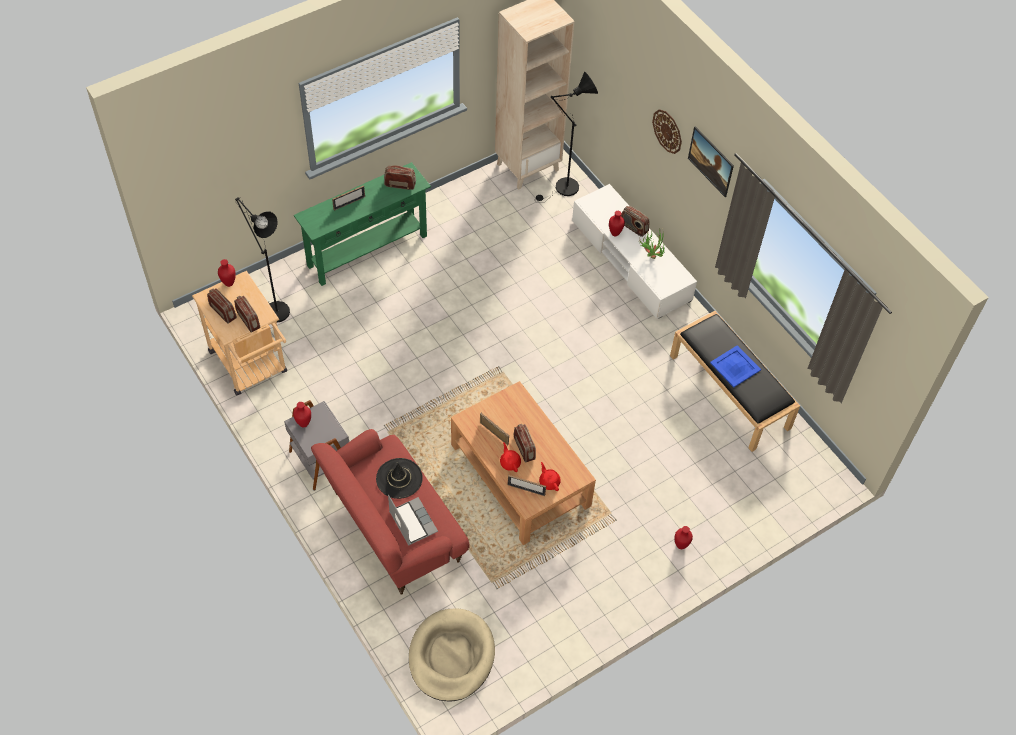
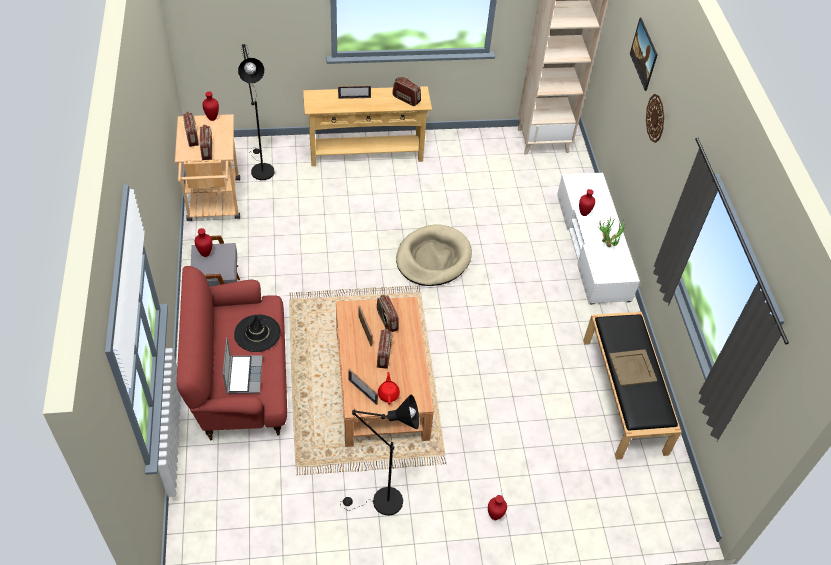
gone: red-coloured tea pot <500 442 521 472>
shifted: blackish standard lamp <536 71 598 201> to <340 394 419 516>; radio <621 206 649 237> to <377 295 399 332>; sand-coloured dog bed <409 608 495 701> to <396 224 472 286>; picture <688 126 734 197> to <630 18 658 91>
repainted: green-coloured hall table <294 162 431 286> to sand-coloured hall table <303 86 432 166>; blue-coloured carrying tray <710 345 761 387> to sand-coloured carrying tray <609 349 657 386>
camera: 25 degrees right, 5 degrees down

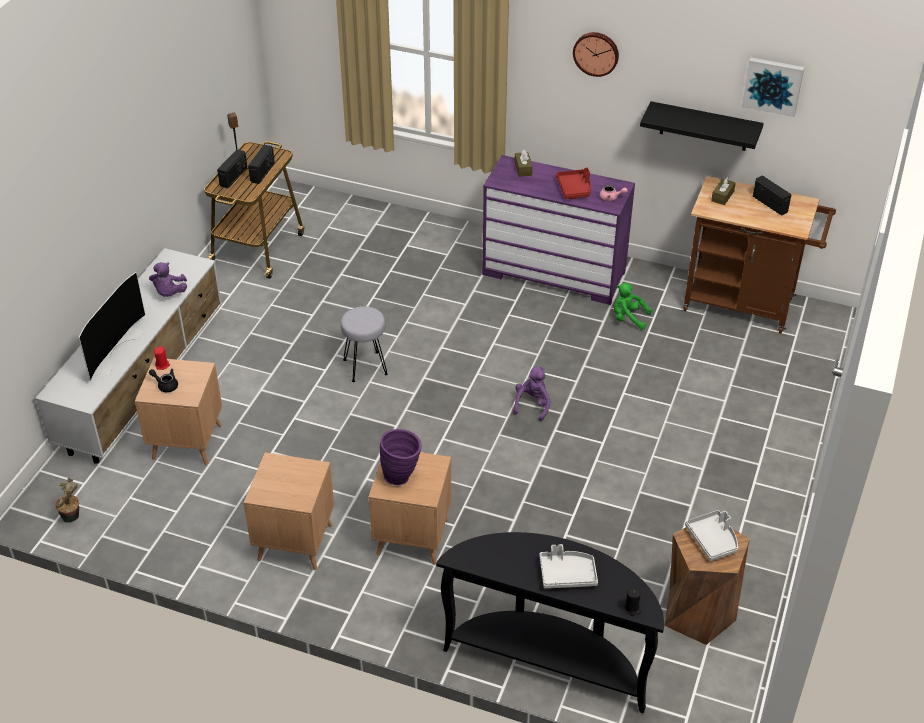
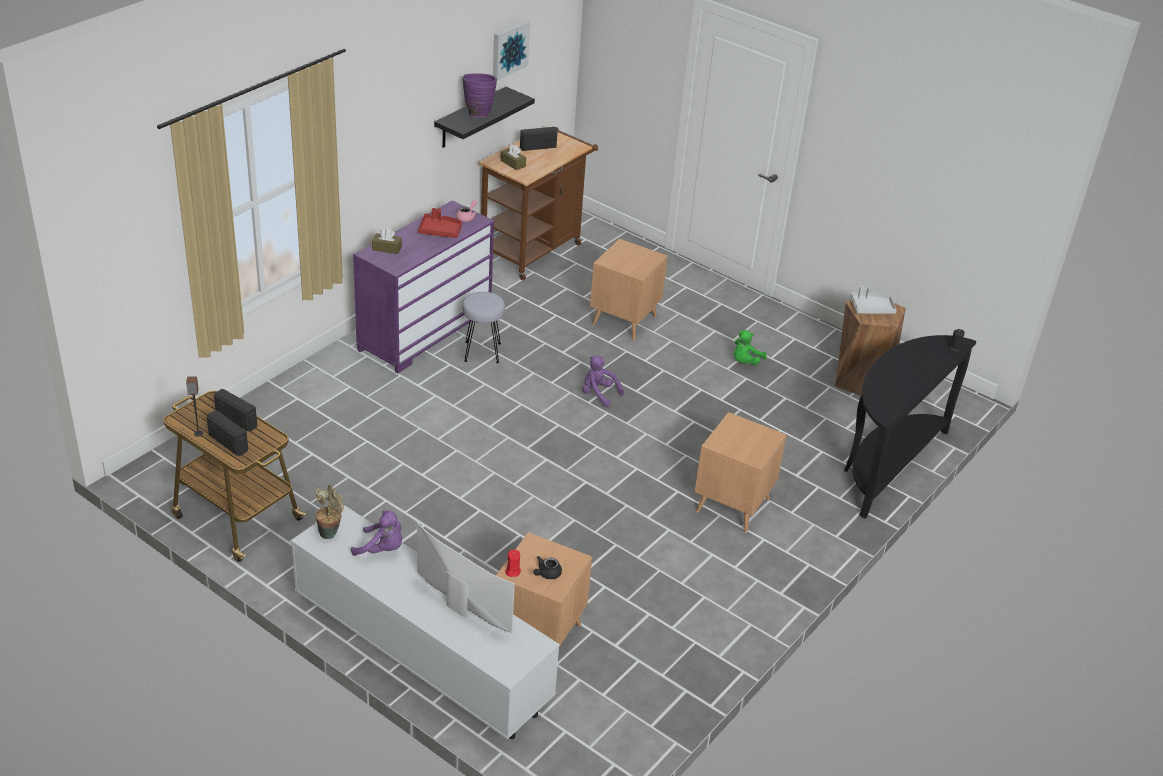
gone: gray carrying tray <540 544 598 588>; hanging clock <573 32 619 77>
shifted: plant in a pot <55 478 79 523> to <315 485 344 539>; gray sitting stool <341 306 388 382> to <462 292 505 363>; purplish vase <380 429 422 485> to <463 73 497 118>; brown side table <244 452 334 571> to <590 239 668 341>; green-coloured plush toy <614 283 652 330> to <734 330 767 365>
camera: 75 degrees left, 5 degrees down

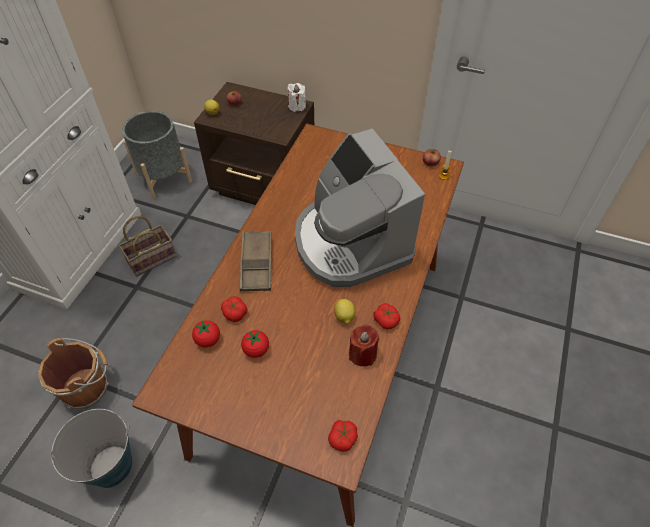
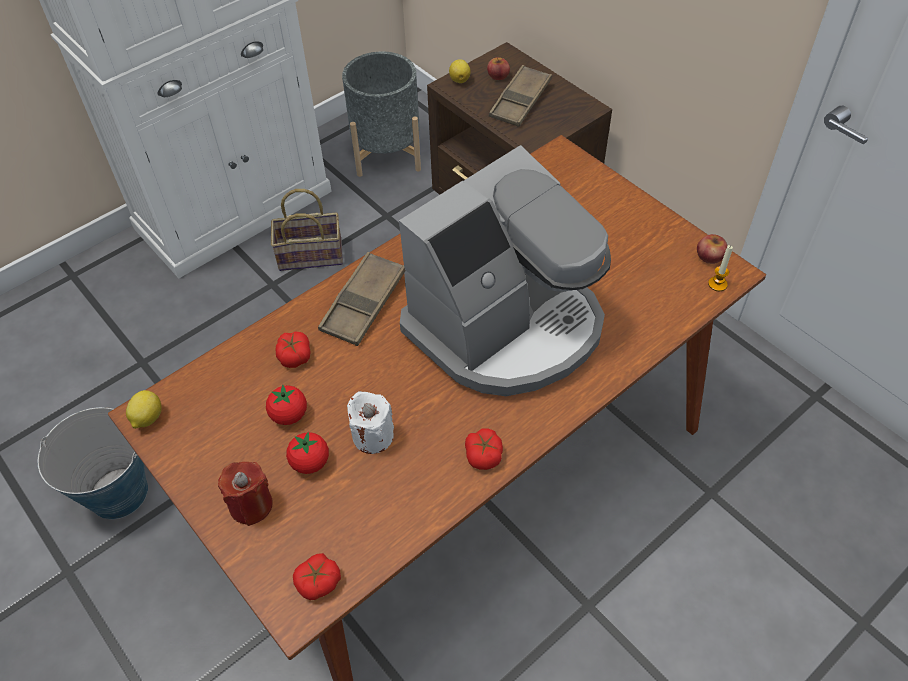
gone: brown bucket <38 338 109 409>
new: brown carrying tray <489 65 552 127>
shifted: lemon <334 299 355 324> to <126 390 162 429>; red-coloured candle <349 324 379 367> to <218 462 273 526>; tomato <192 320 220 347> to <286 432 329 474>; white-coloured candle <287 83 306 112> to <347 391 394 454>
rotated: coffee brewer <295 128 425 287> = <399 145 611 396> 135 degrees counterclockwise
camera: 30 degrees right, 0 degrees up

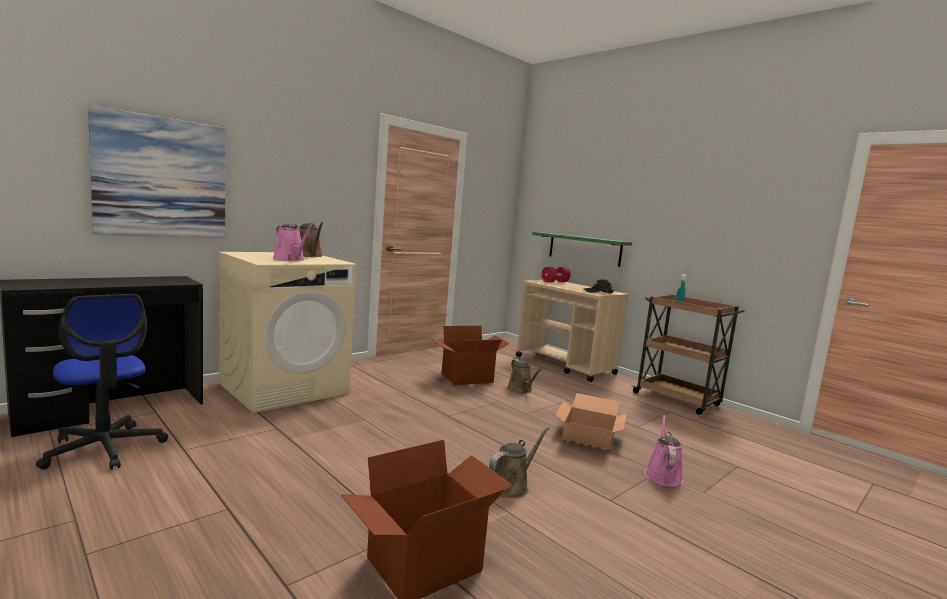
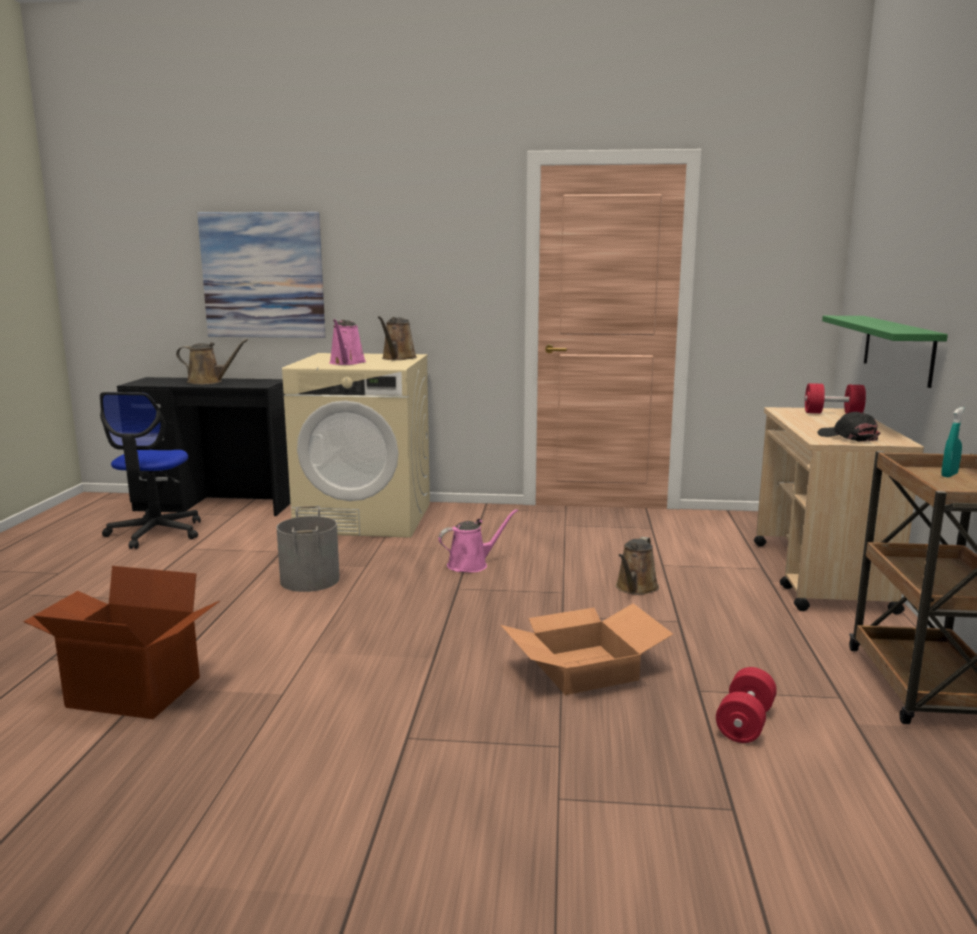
gone: carton <432 326 510 385>
new: gray bucket <277 506 340 592>; red-coloured hand weight <716 667 777 743>
shifted: brown watering pot <489 426 550 498> to <176 339 248 385>; pink watering pot <645 415 683 487> to <438 509 518 573>
camera: 50 degrees right, 5 degrees up

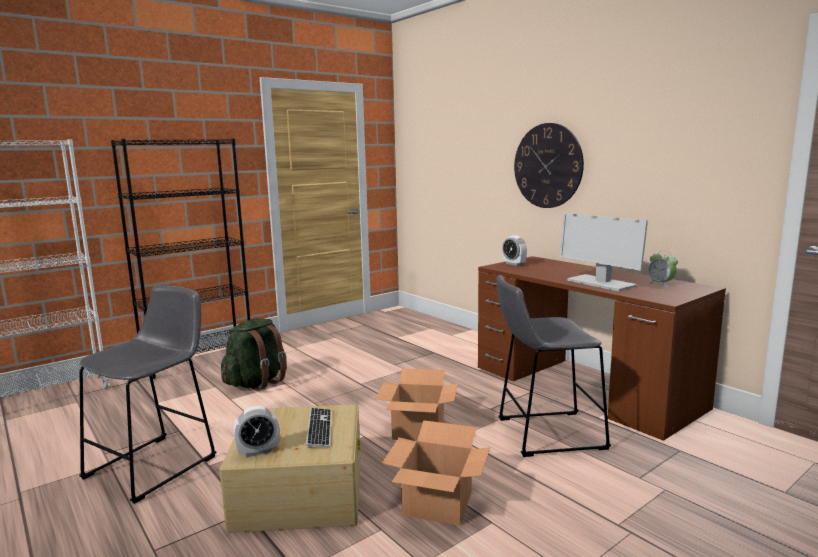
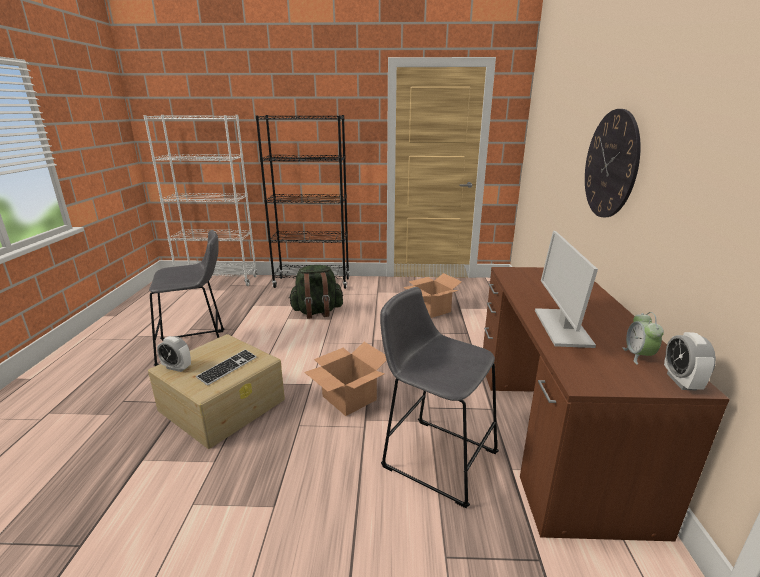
shifted: carton <382 420 490 526> to <403 273 462 318>; bedside clock <502 235 527 266> to <664 332 716 390>
camera: 40 degrees right, 10 degrees up

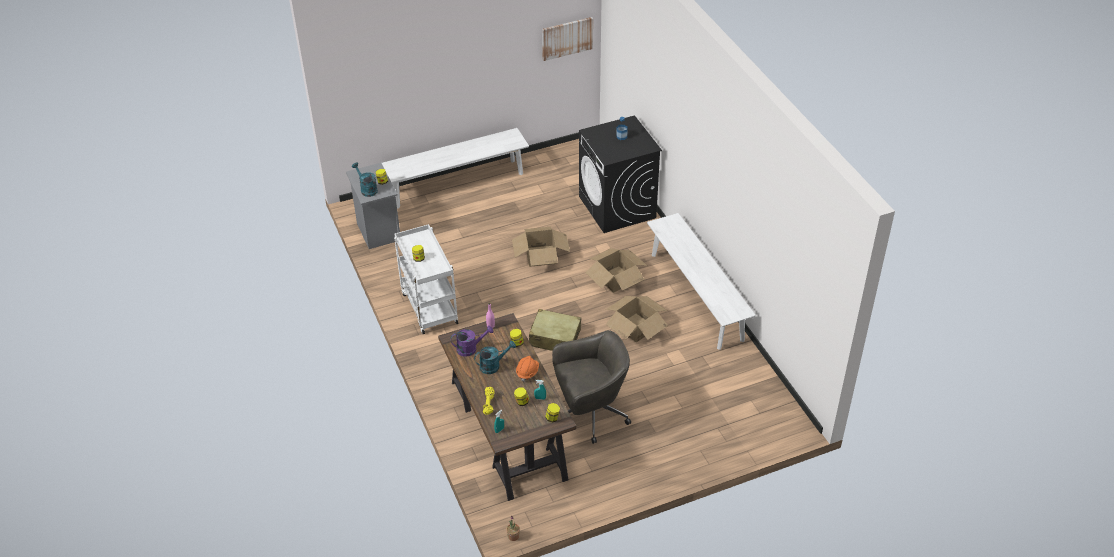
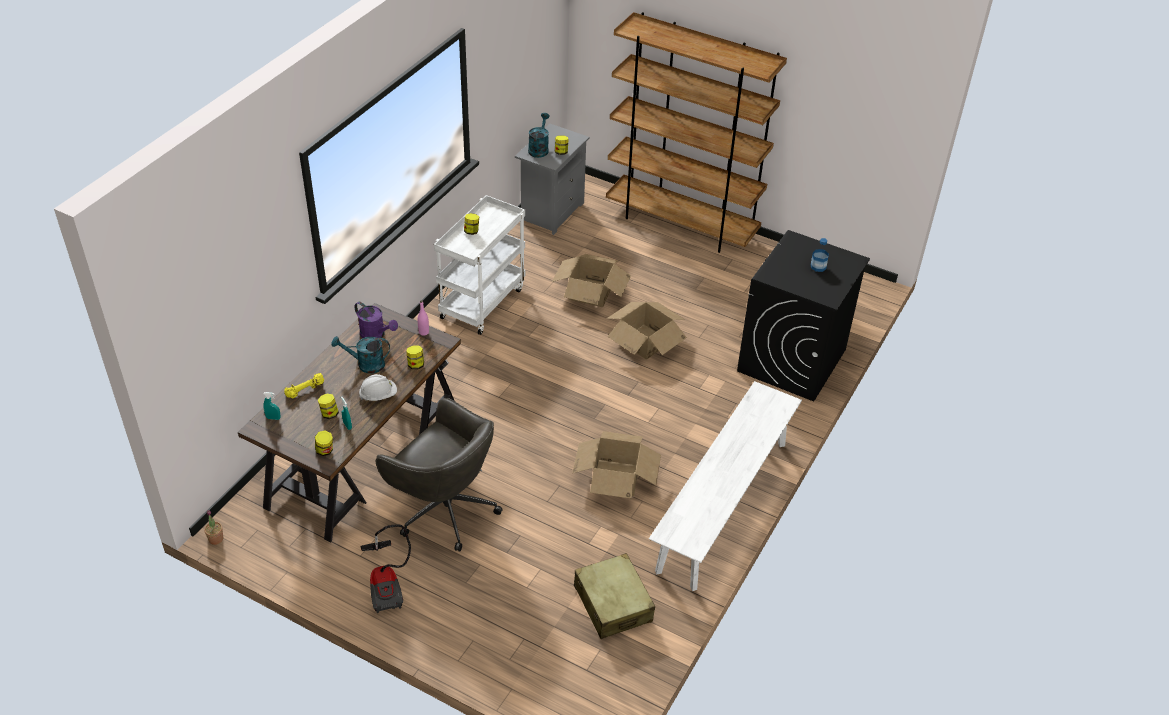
gone: picture <542 17 593 61>
new: hoover <361 524 411 613>
shifted: carton <586 248 647 293> to <552 254 631 307>; sand-coloured suitcase <529 309 581 351> to <574 553 655 639>
swapped: white-coloured bench <382 128 529 209> to brown bookshelf <606 12 787 253>
repainted: orange-coloured hard hat <516 356 539 382> to white-coloured hard hat <359 374 397 401>
rotated: turquoise-coloured watering pot <474 341 516 374> = <331 336 390 373> 150 degrees clockwise
camera: 50 degrees right, 0 degrees up

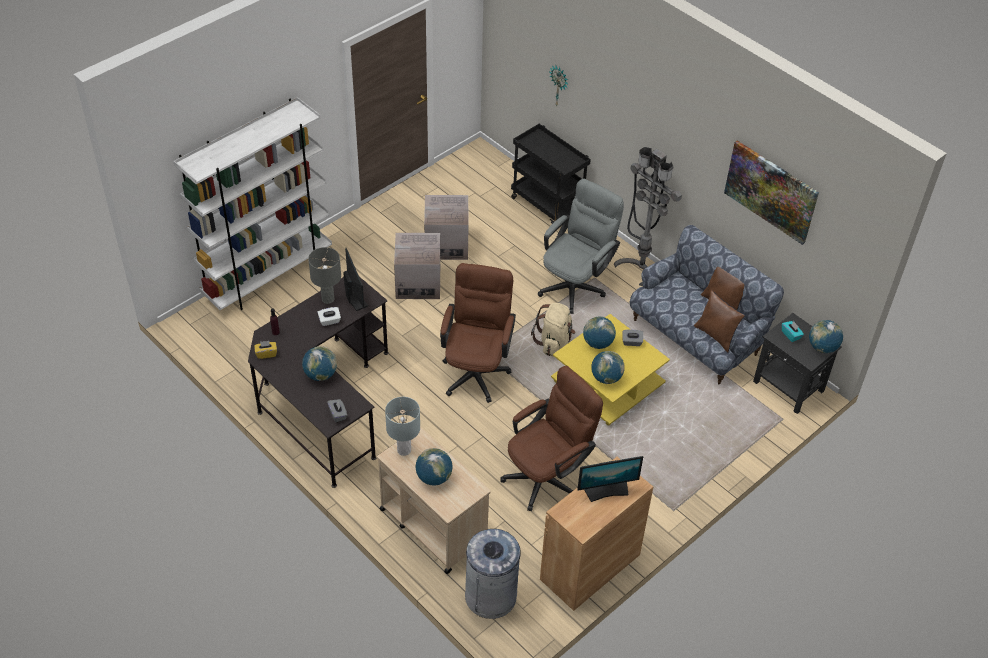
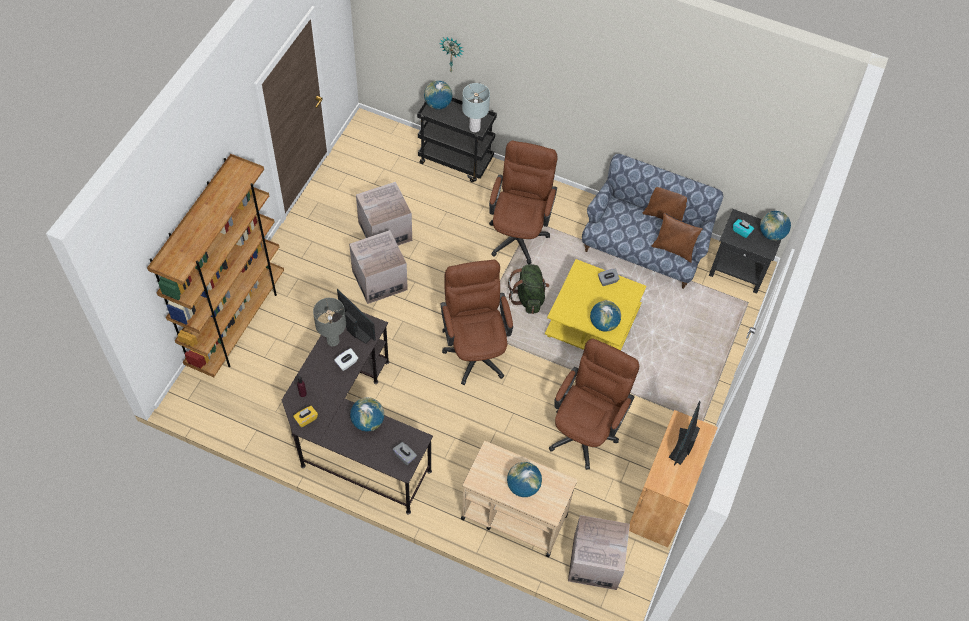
gone: gray standard lamp <614 147 682 286>; picture <724 140 819 245>
shifted: globe <583 316 616 349> to <424 81 452 109>; gray table lamp <385 397 420 456> to <462 83 490 132>
swapped: gray trash can <465 529 520 619> to carton <568 515 630 590>
repainted: white-coloured bookshelf <173 97 332 310> to brown bookshelf <147 154 284 377>; gray computer chair <538 179 624 314> to brown computer chair <489 141 557 264>; sand-coloured knapsack <531 303 575 357> to green-coloured knapsack <508 264 550 314>
rotated: monitor <577 456 643 502> = <669 401 700 465> 150 degrees clockwise
camera: 25 degrees left, 10 degrees up

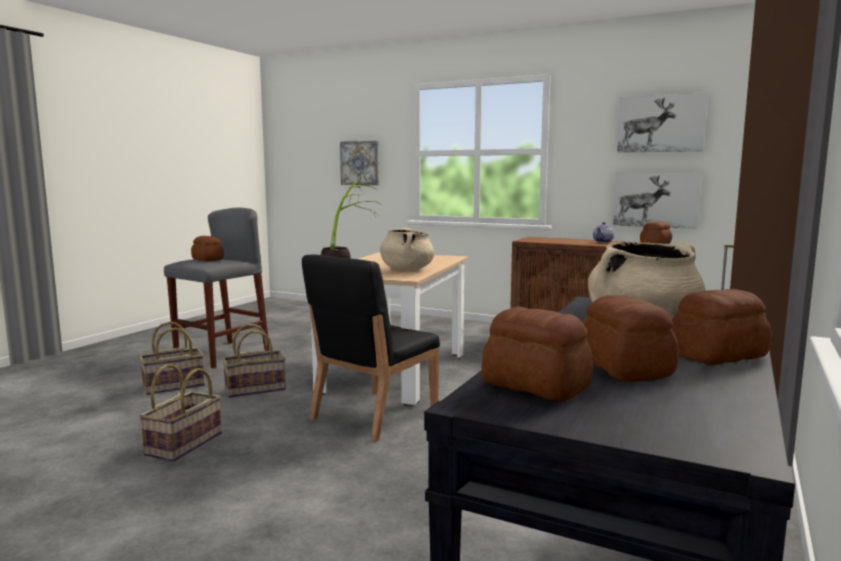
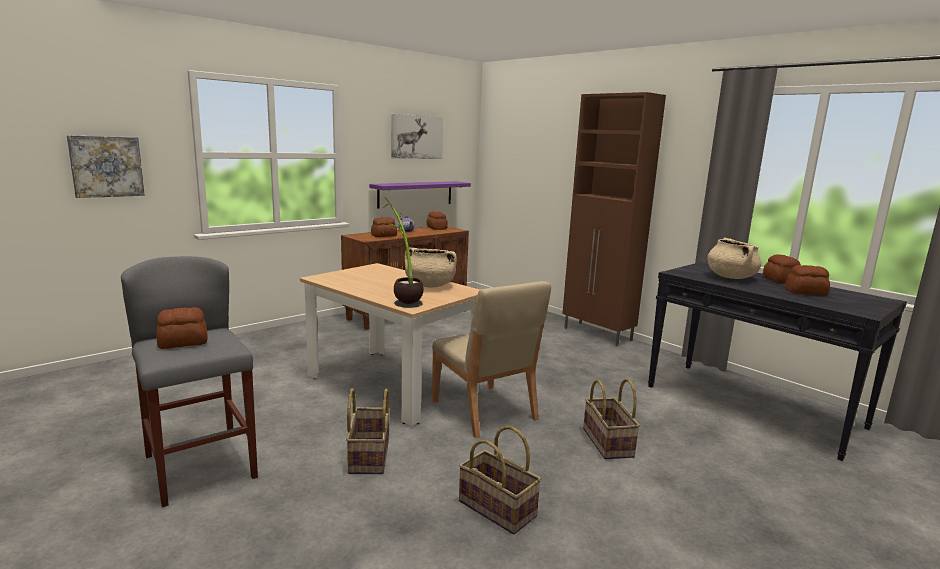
shifted: baked bread <481 307 593 401> to <371 217 397 237>; basket <139 321 205 395> to <583 379 640 459>
swapped: picture <613 172 702 229> to purplish shelf <369 181 471 209>
repainted: blackish plain chair <302 254 440 442> to sand-coloured plain chair <432 281 551 438>
camera: 70 degrees left, 5 degrees up

